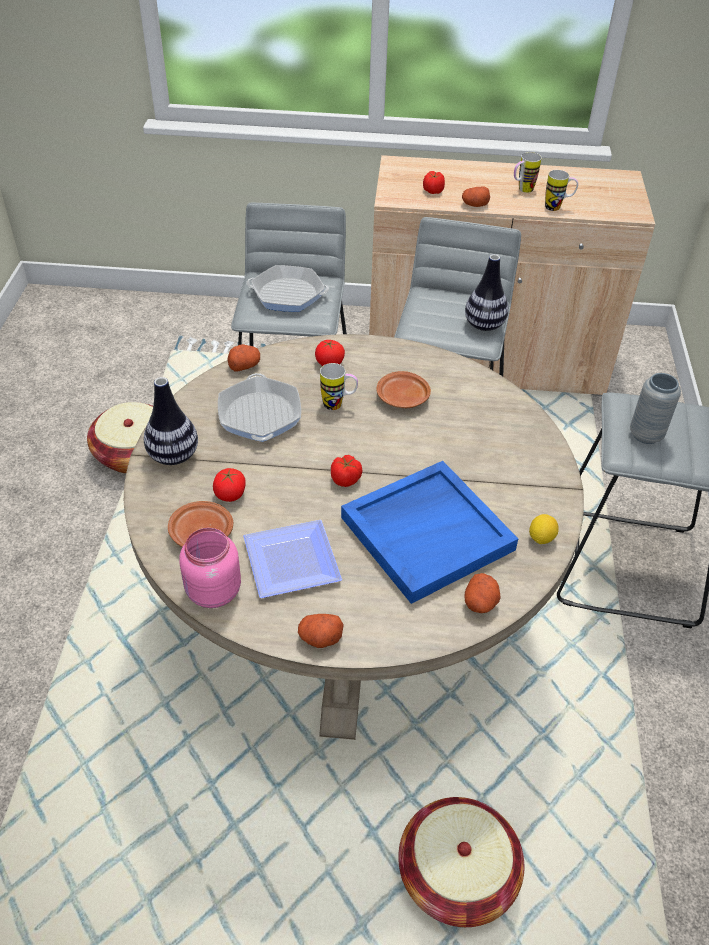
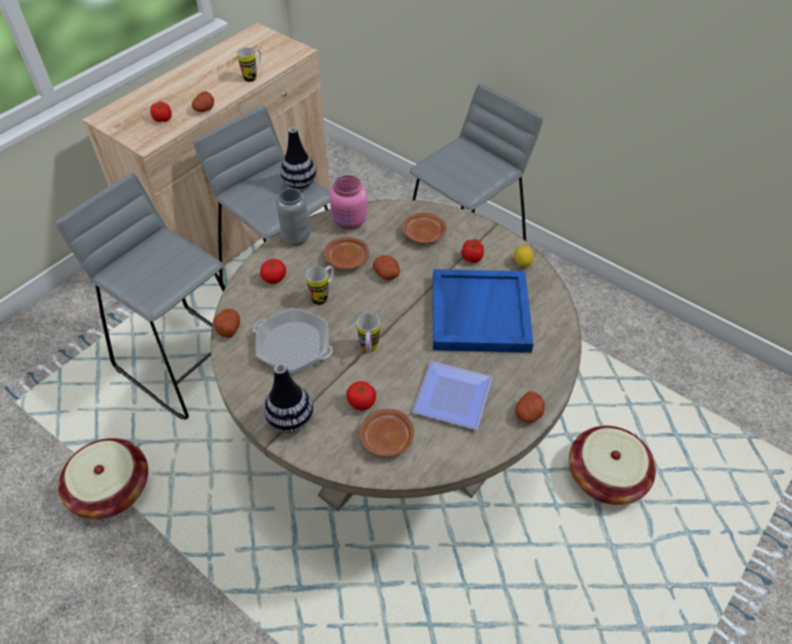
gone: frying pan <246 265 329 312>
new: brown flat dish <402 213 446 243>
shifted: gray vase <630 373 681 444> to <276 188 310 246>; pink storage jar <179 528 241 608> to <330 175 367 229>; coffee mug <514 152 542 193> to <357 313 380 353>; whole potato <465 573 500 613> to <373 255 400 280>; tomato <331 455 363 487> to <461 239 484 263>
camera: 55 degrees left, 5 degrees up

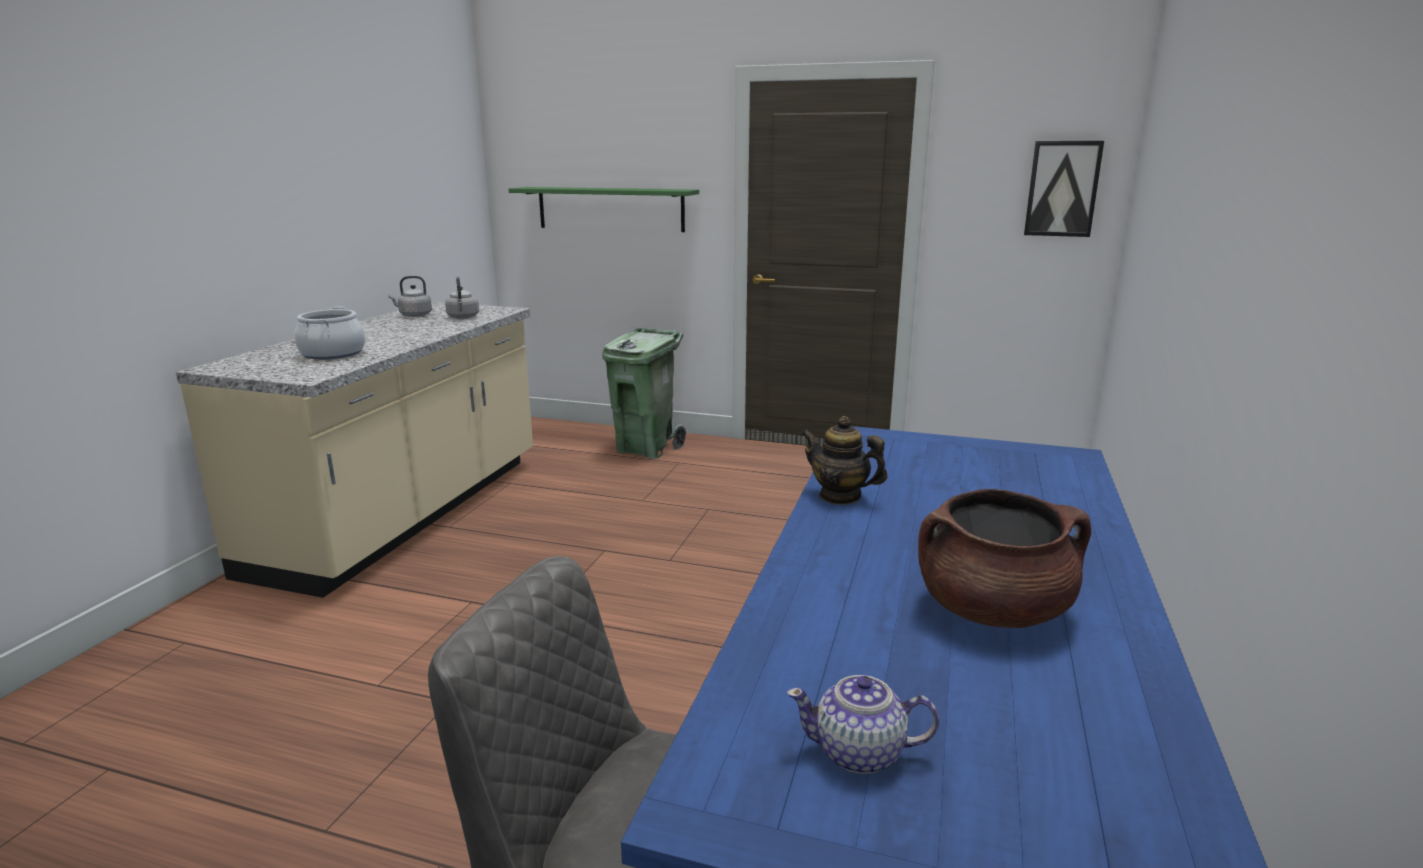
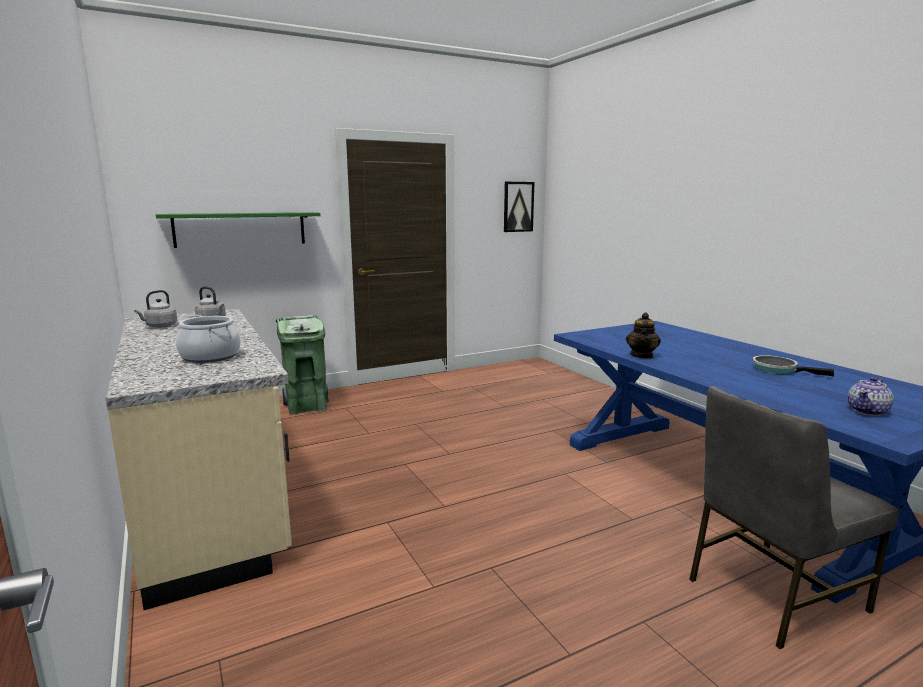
swapped: brown stockpot <918 489 1091 628> to frying pan <753 355 834 377>
rotated: tea pot <802 416 888 505> = <626 312 661 359> 60 degrees counterclockwise
camera: 45 degrees left, 5 degrees down

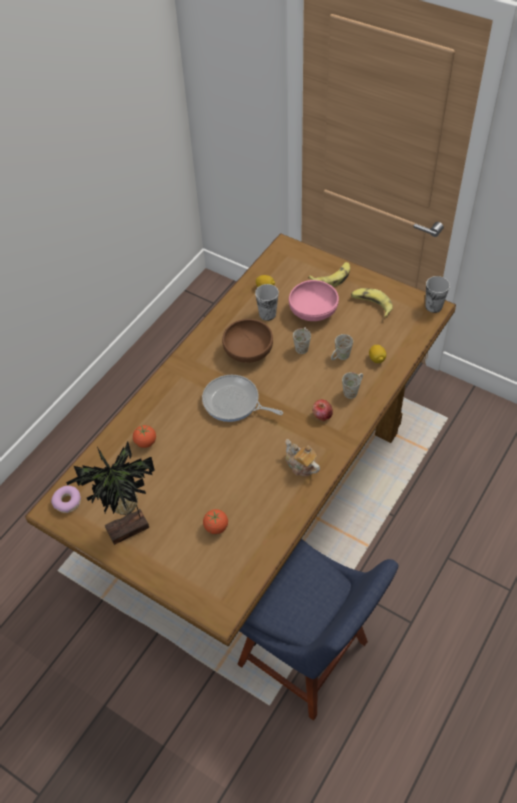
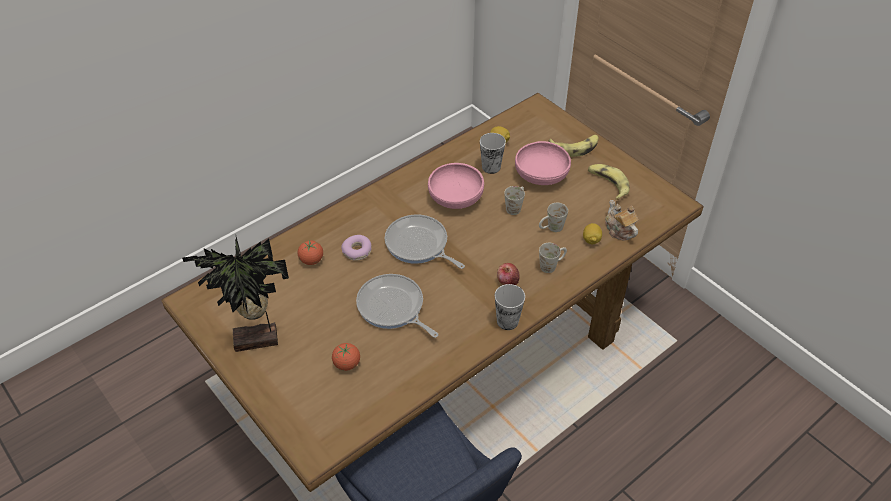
new: frying pan <356 274 438 338>
shifted: doughnut <51 486 81 513> to <341 235 372 261>; drinking cup <425 276 450 313> to <495 284 525 330>; tea pot <285 440 320 476> to <605 200 639 240>
repainted: brown serving bowl <222 319 273 363> to pink serving bowl <428 163 484 209>
camera: 15 degrees right, 5 degrees down

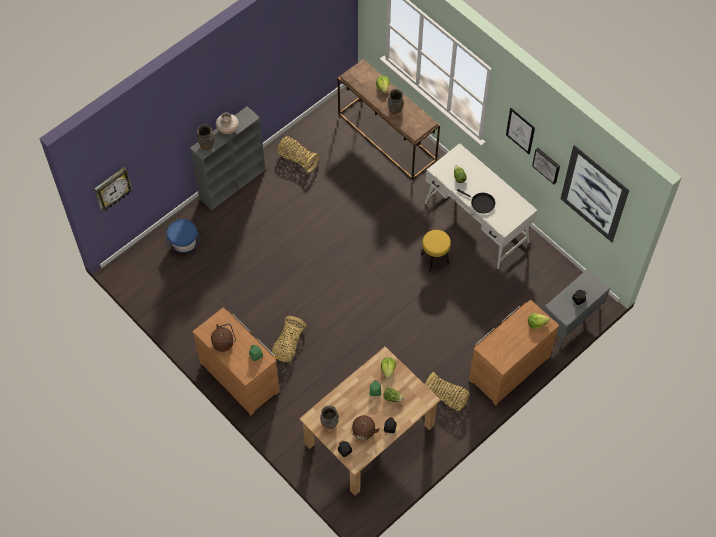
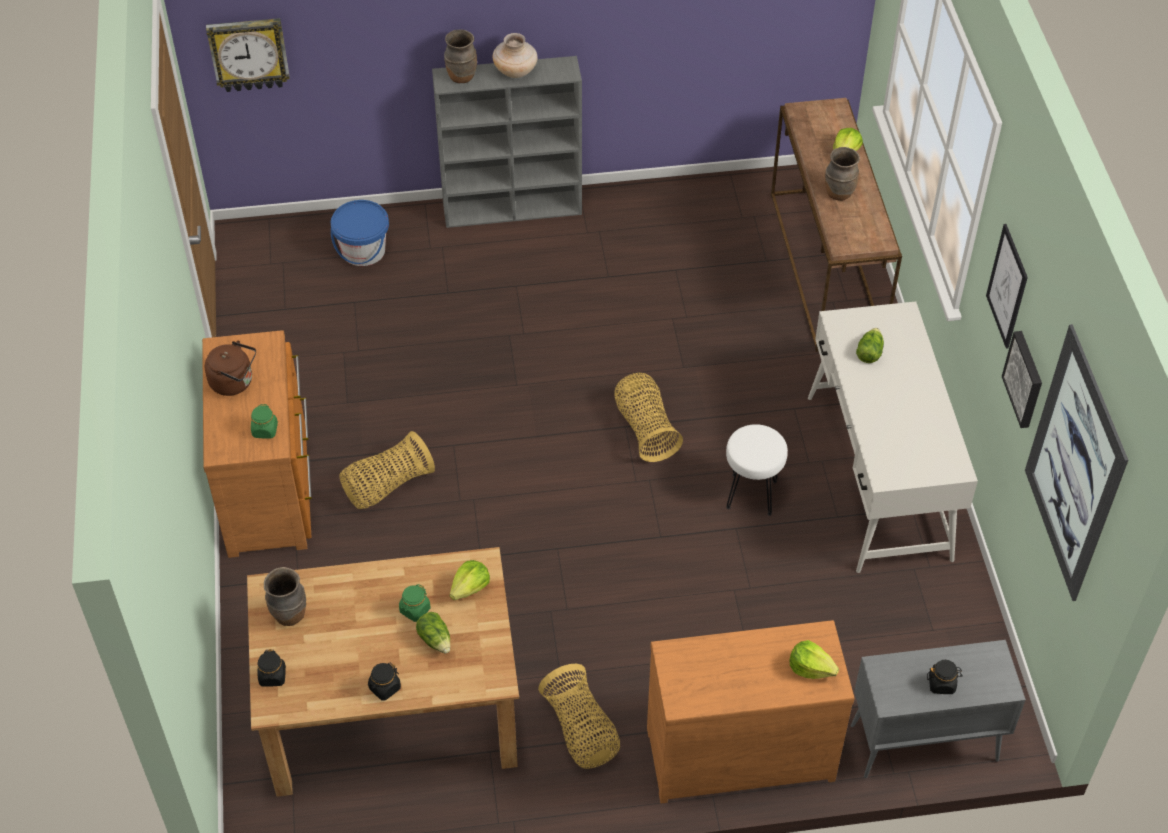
gone: brown kettle <351 415 380 440>; blackish frying pan <457 189 495 214>
shifted: basket <277 136 320 172> to <614 373 683 462>
repainted: yellowish sitting stool <421 230 451 272> to white-coloured sitting stool <726 424 788 516>
camera: 35 degrees right, 10 degrees down

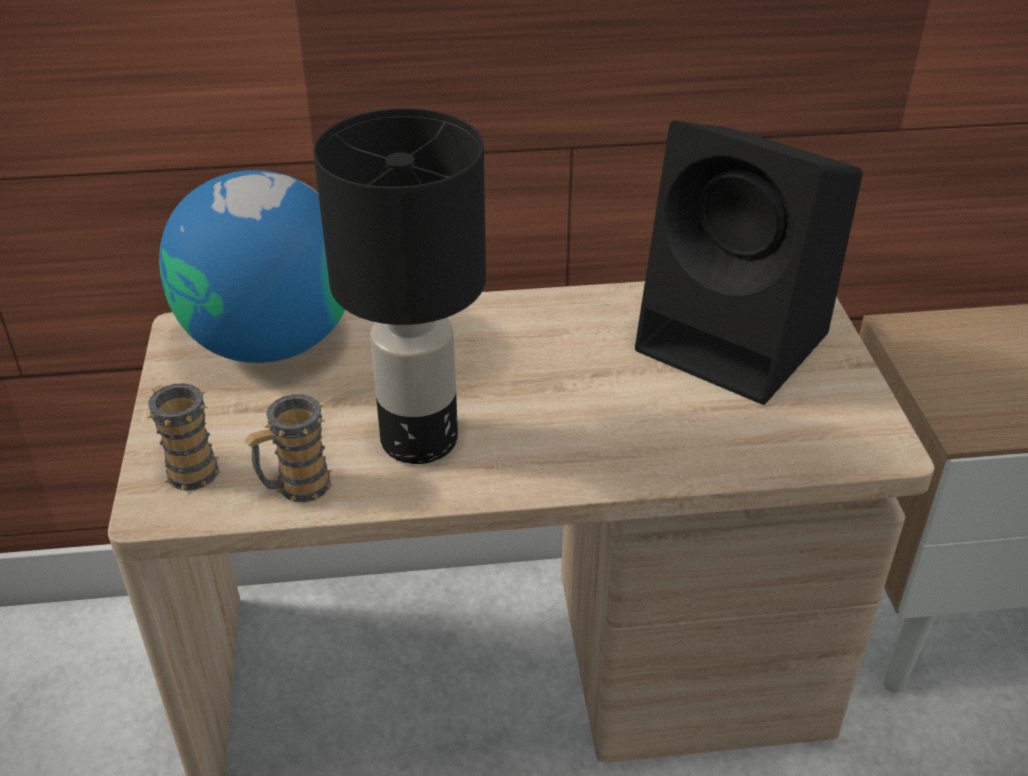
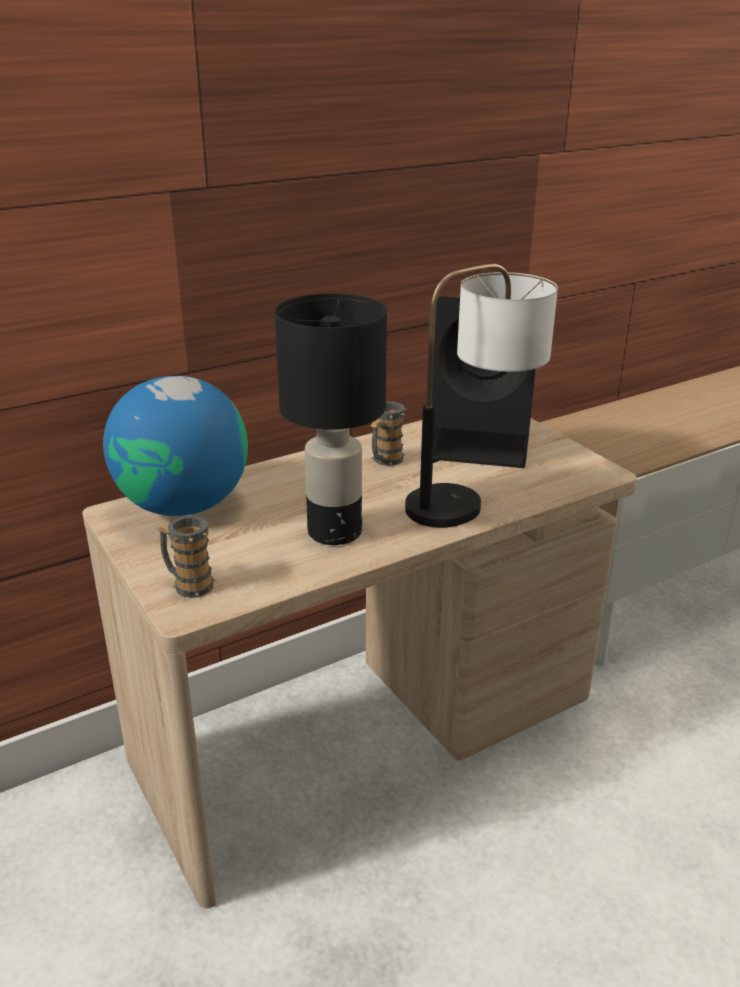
new: table lamp <405 263 558 528>
shifted: coffee mug <244 394 333 502> to <371 401 407 466>
camera: 25 degrees left, 10 degrees down

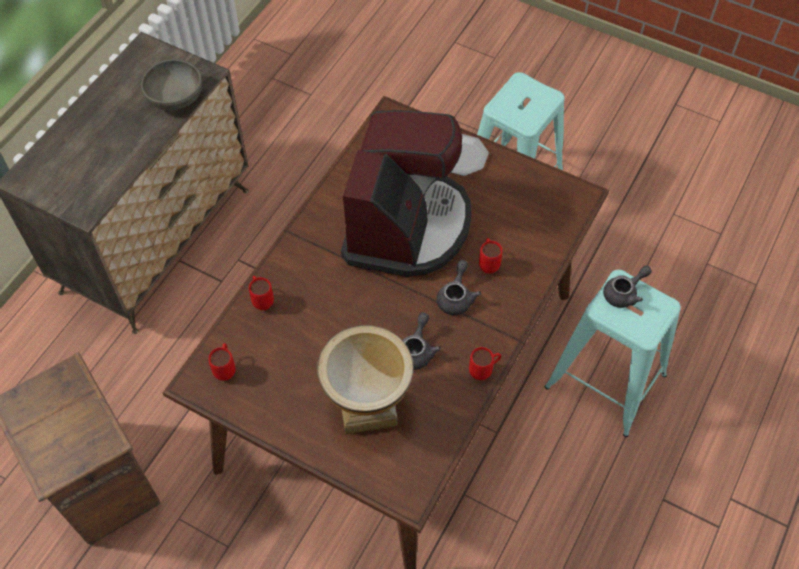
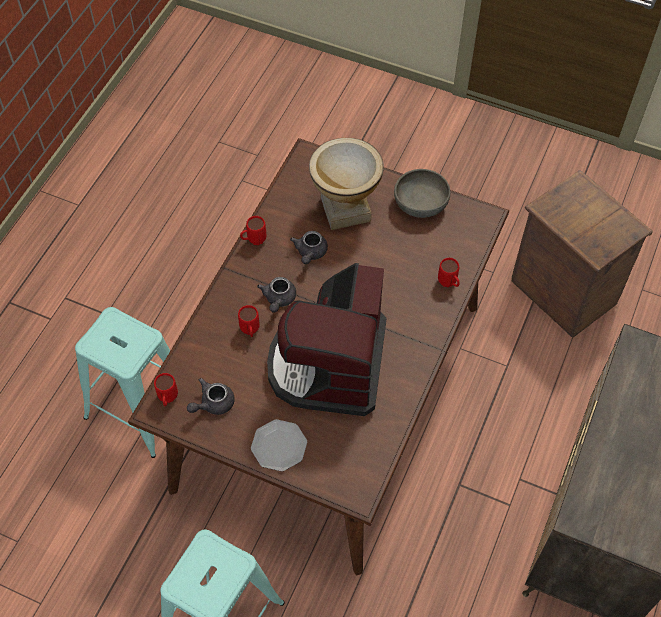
shifted: red-coloured coffee mug <208 343 236 381> to <154 373 178 406>; gray tea pot <603 265 652 308> to <187 378 235 415>; gray serving bowl <141 59 202 110> to <394 169 451 218>
camera: 175 degrees right, 0 degrees up

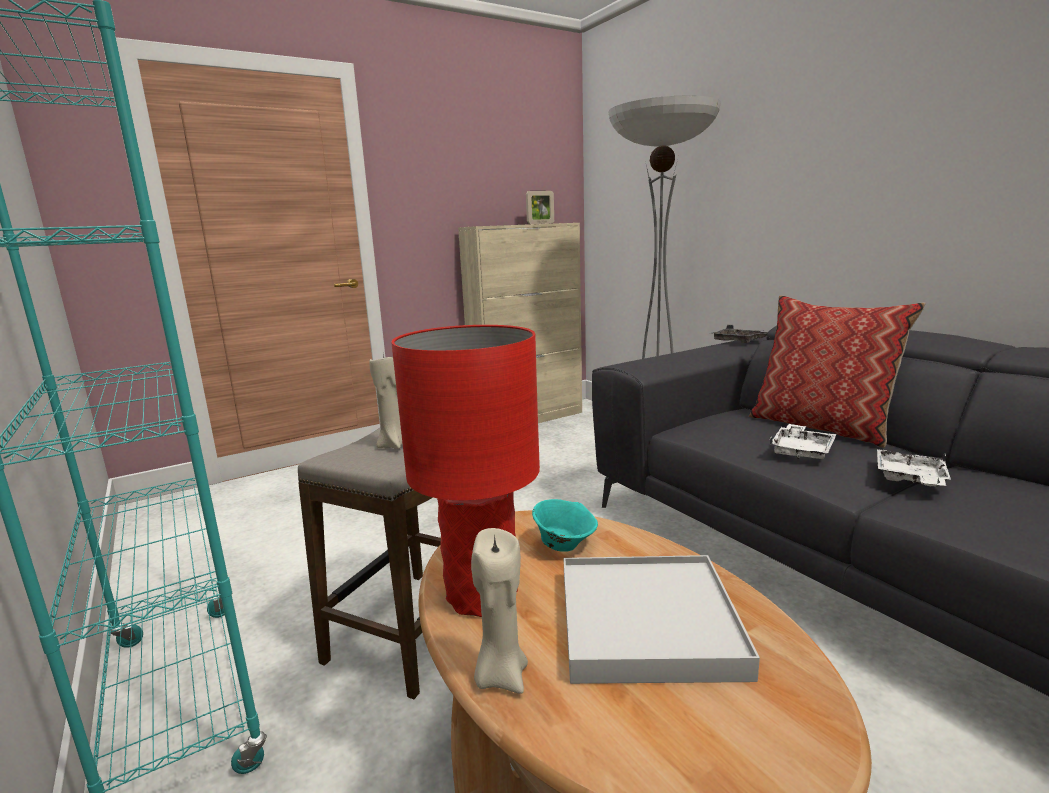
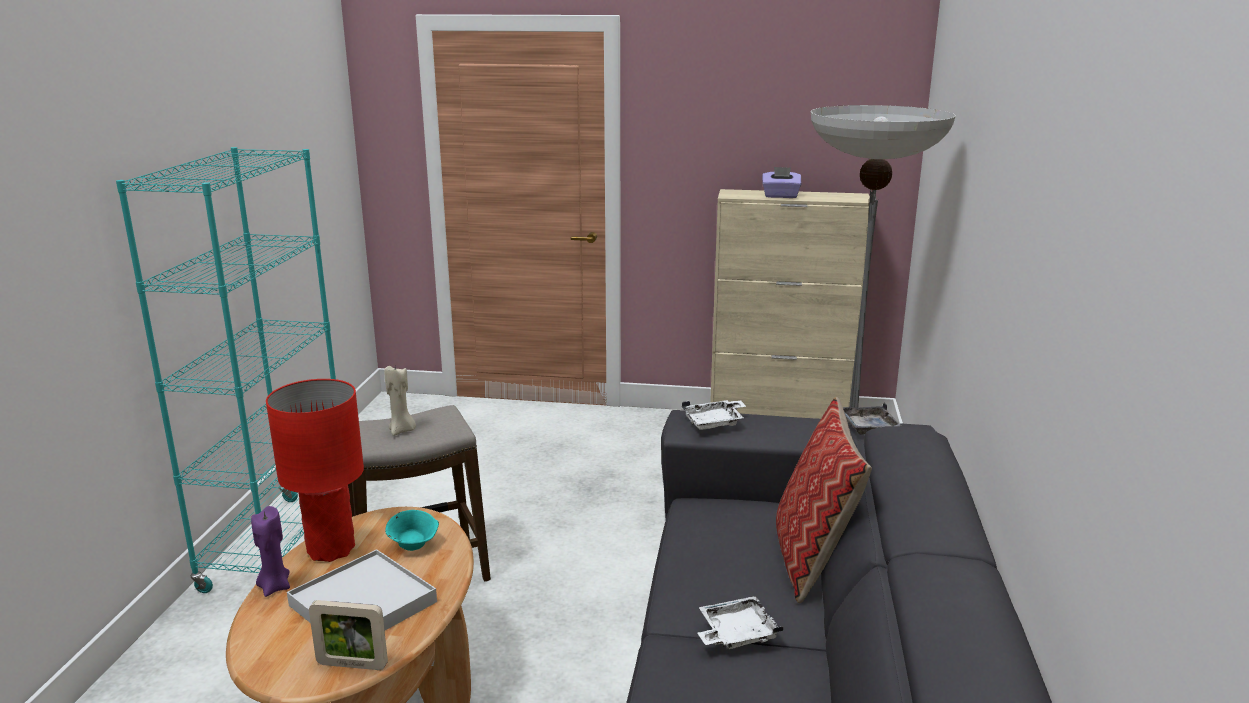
new: purplish tissue holder <762 167 801 198>
shifted: photo frame <526 191 554 224> to <309 600 388 670>; white-coloured carrying tray <769 424 837 459> to <682 400 746 430>
repainted: sand-coloured candle <471 528 528 694> to purplish candle <251 506 290 597>
camera: 40 degrees right, 5 degrees up

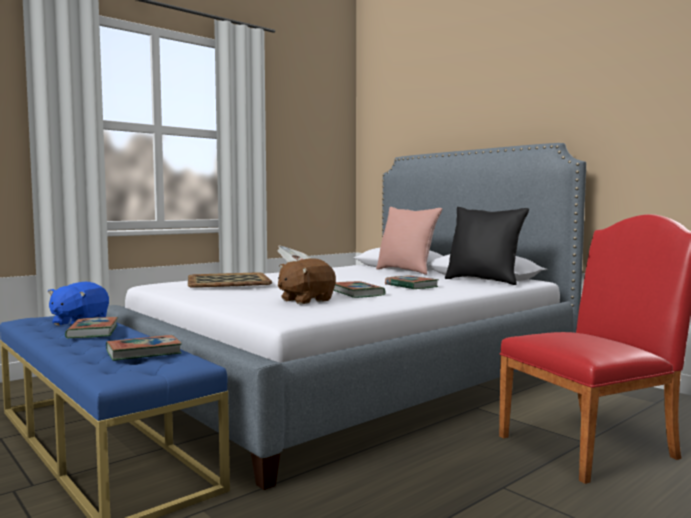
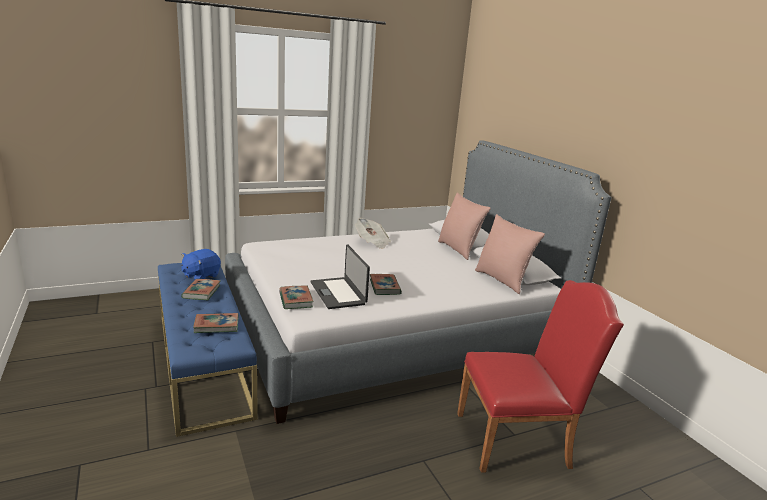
gone: carrying tray <188 272 272 288>
shifted: volume <385 276 439 290> to <279 285 314 309>
swapped: brown plush toy <278 258 336 304> to laptop <310 244 370 309>
repainted: blackish pillow <445 207 529 285> to pink pillow <475 214 545 294>
camera: 15 degrees right, 15 degrees up

